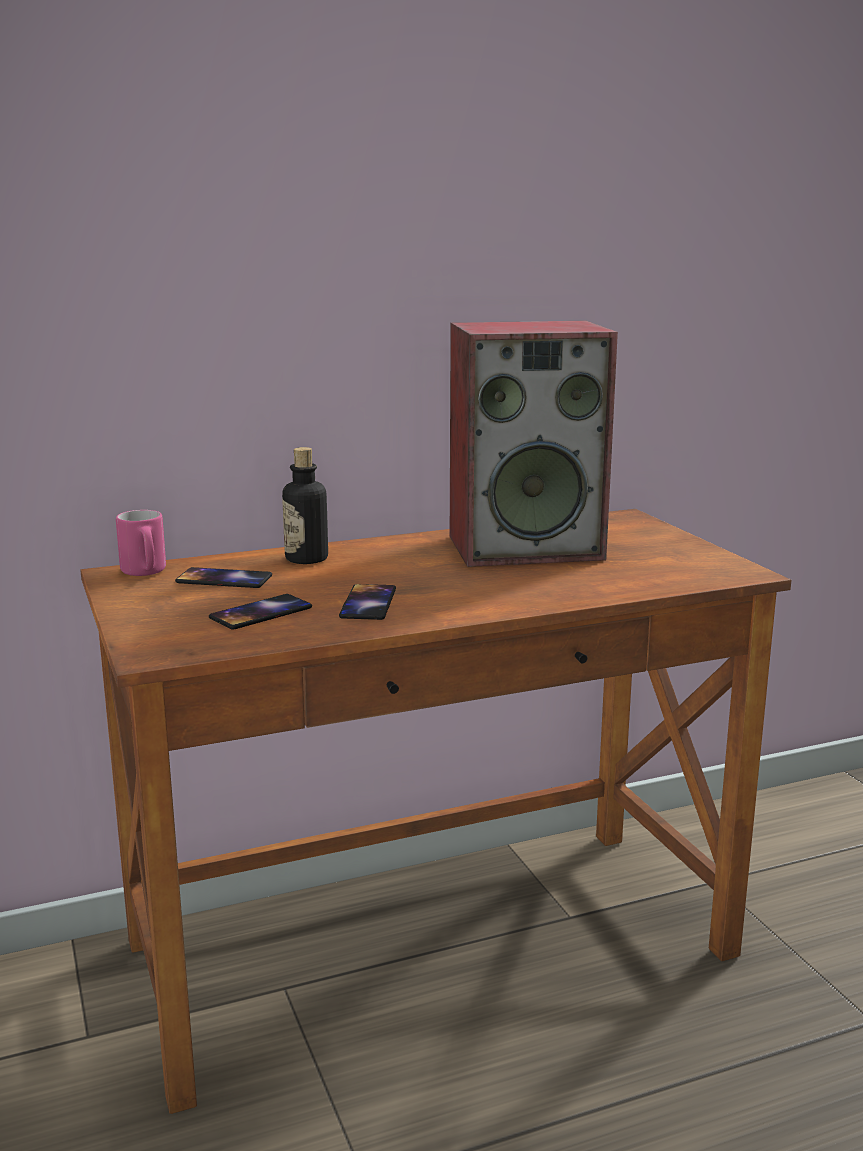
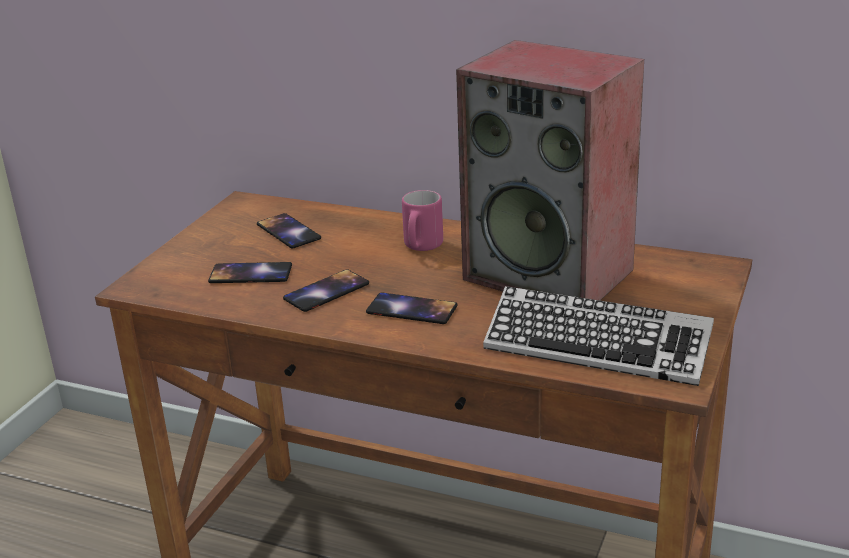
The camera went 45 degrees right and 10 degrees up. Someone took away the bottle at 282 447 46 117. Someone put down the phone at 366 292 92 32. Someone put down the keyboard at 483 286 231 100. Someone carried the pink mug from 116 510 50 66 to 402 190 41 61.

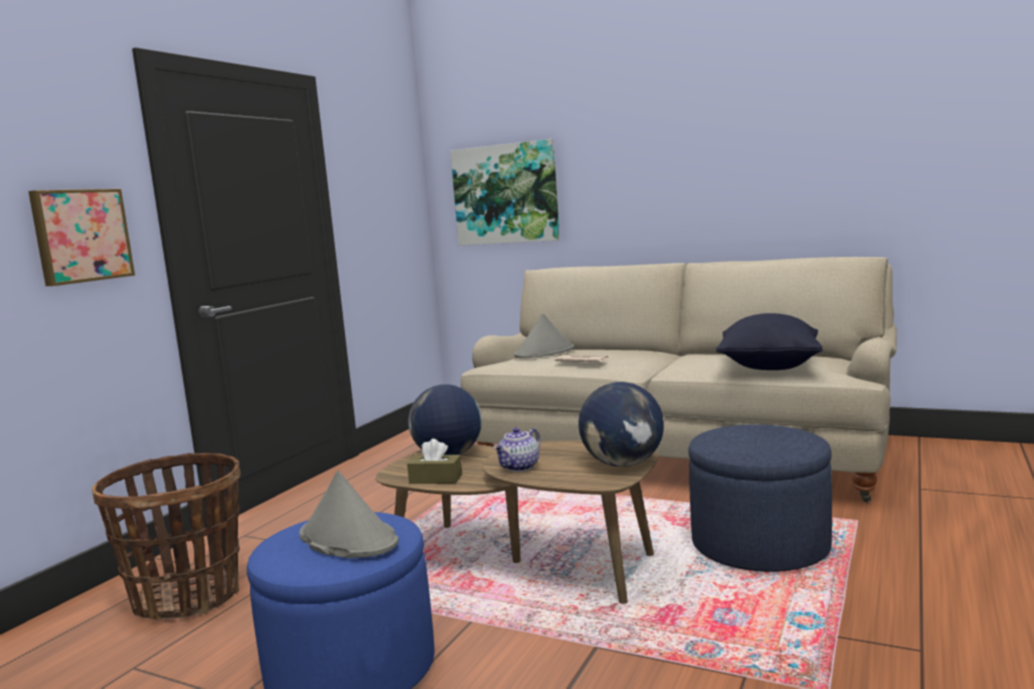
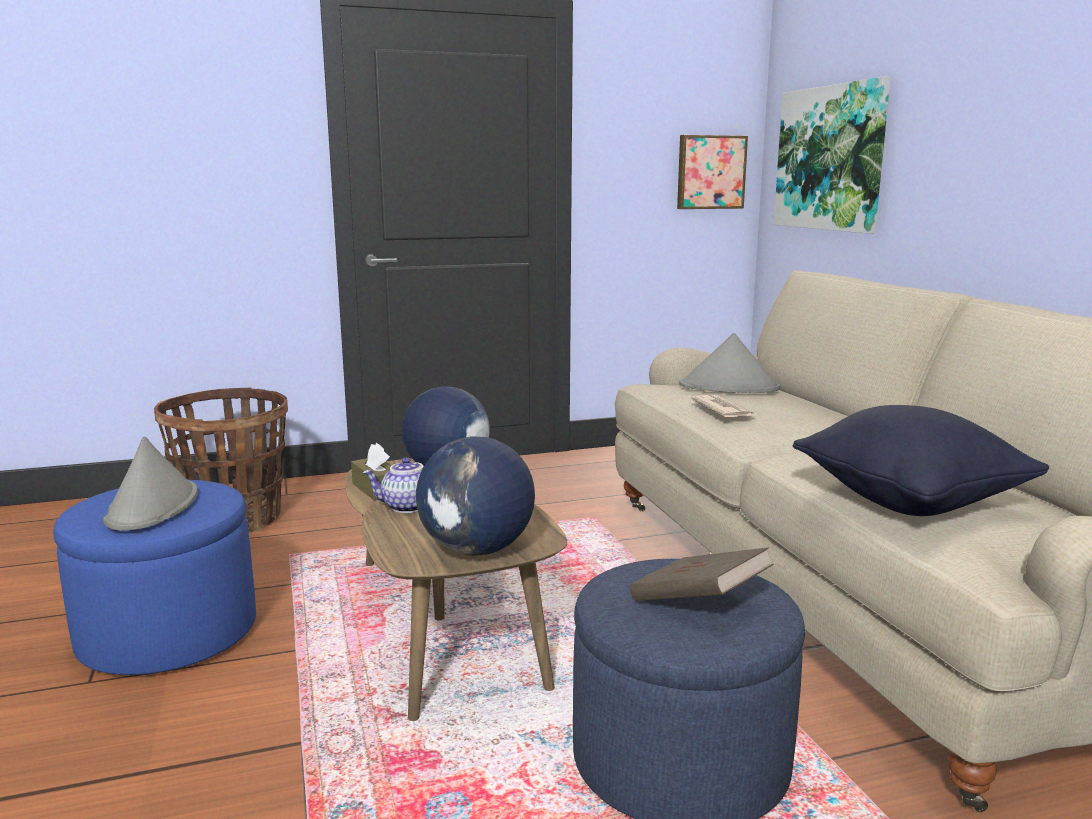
The camera went 45 degrees right and 5 degrees up. Someone put down the brown book at 630 547 144 54. Someone carried the picture from 28 189 107 97 to 677 135 71 74.

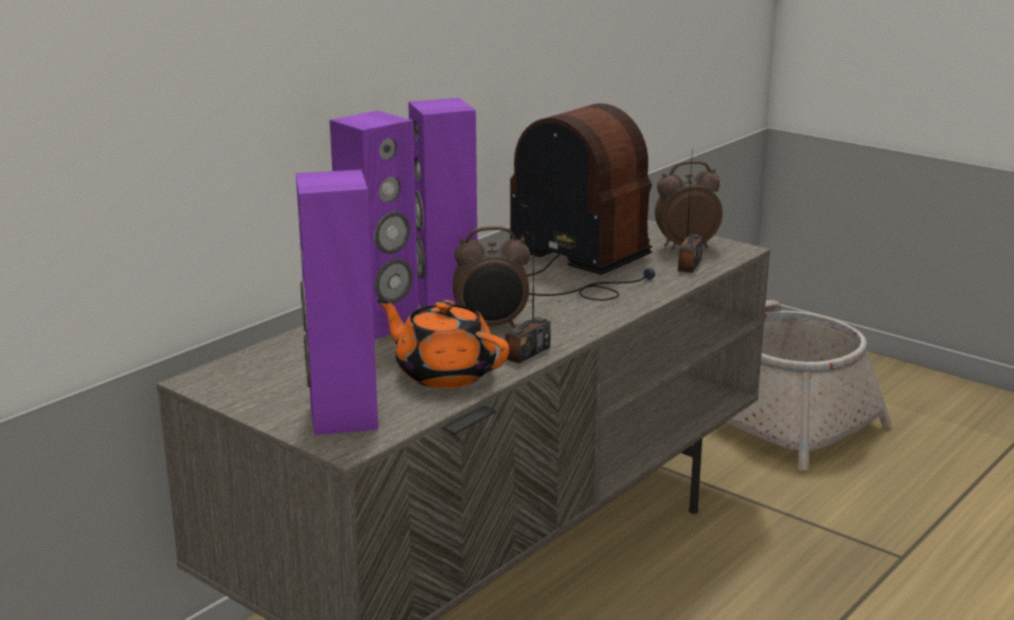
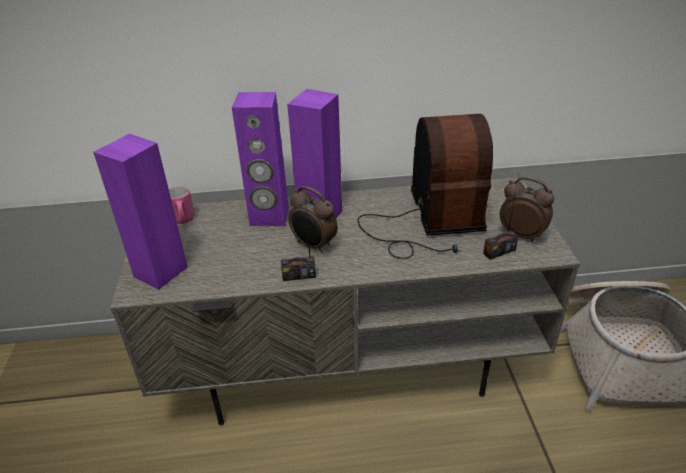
The camera went 45 degrees right and 15 degrees up. Someone took away the orange teapot at 377 300 133 88. Someone put down the pink mug at 169 186 26 38.

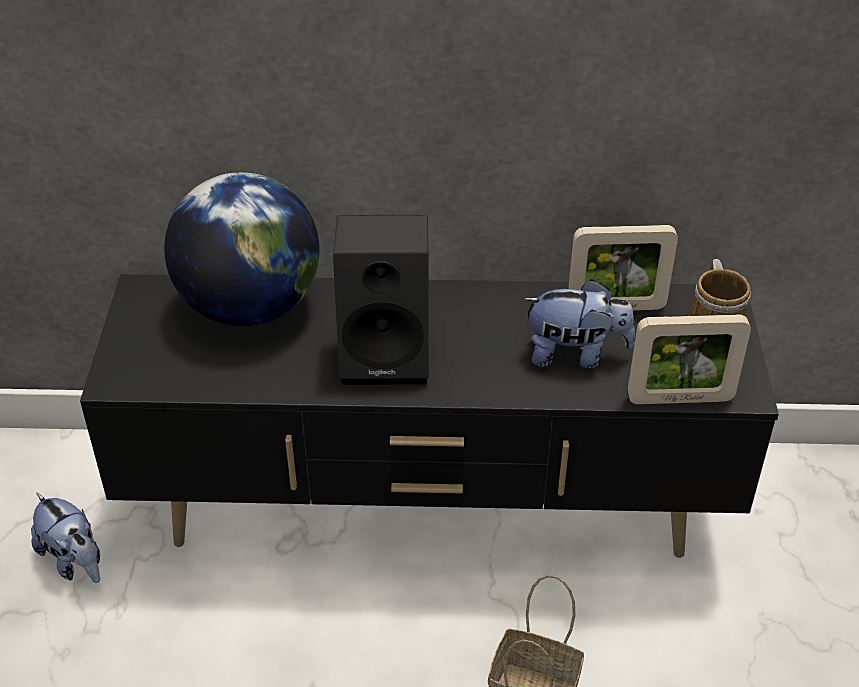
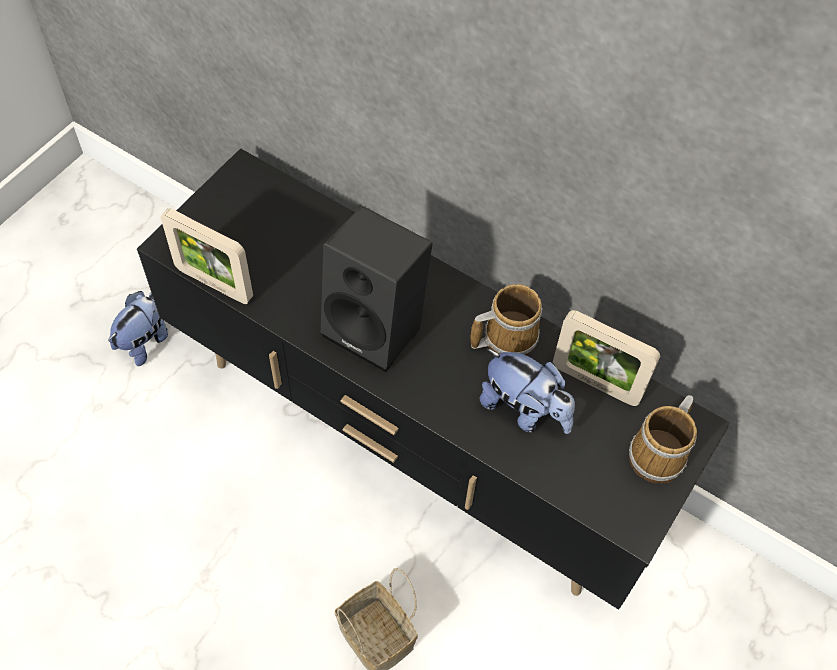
The camera went 30 degrees right and 15 degrees up. Someone took away the globe at 164 172 156 154. Someone put down the mug at 471 284 72 72. Someone carried the picture frame from 628 314 123 90 to 161 208 92 96. Someone rotated the plush toy at 31 492 69 91 by 135 degrees counterclockwise.

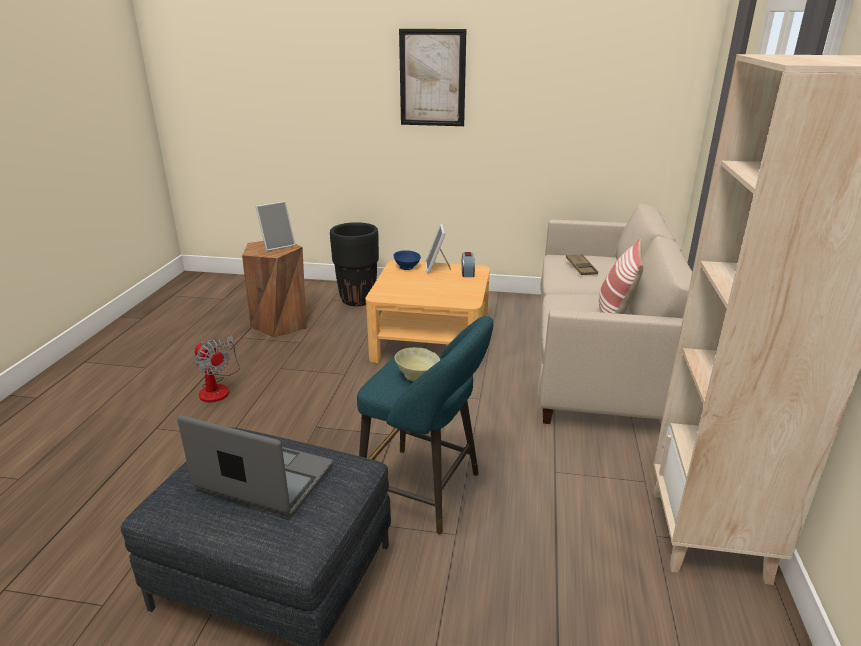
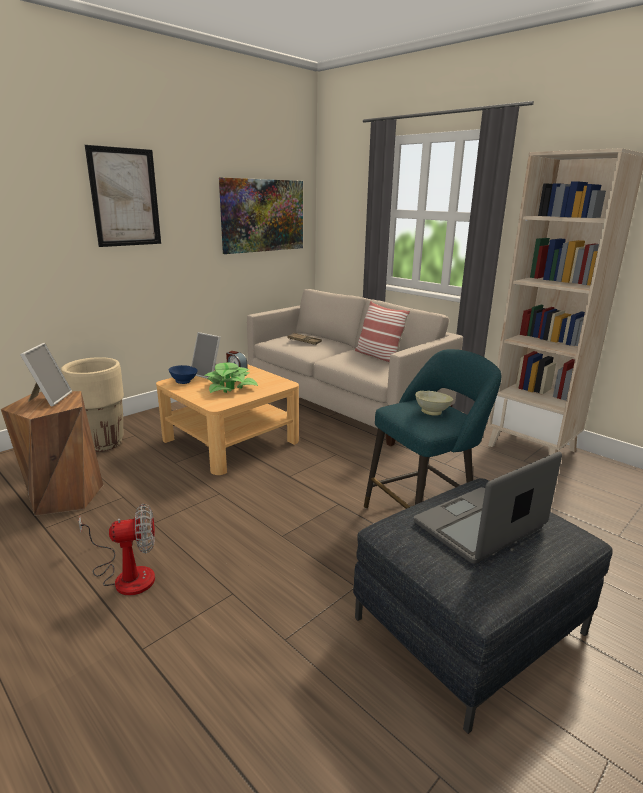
The camera went 55 degrees left and 5 degrees down. Someone put down the potted plant at 204 362 54 31. Someone put up the picture at 219 177 84 77. Someone repainted the black planter at 330 222 49 84, which became the beige planter at 61 357 63 95.

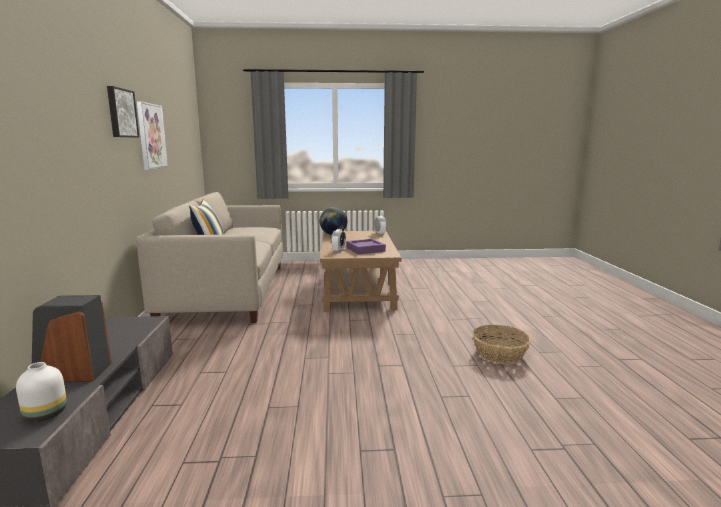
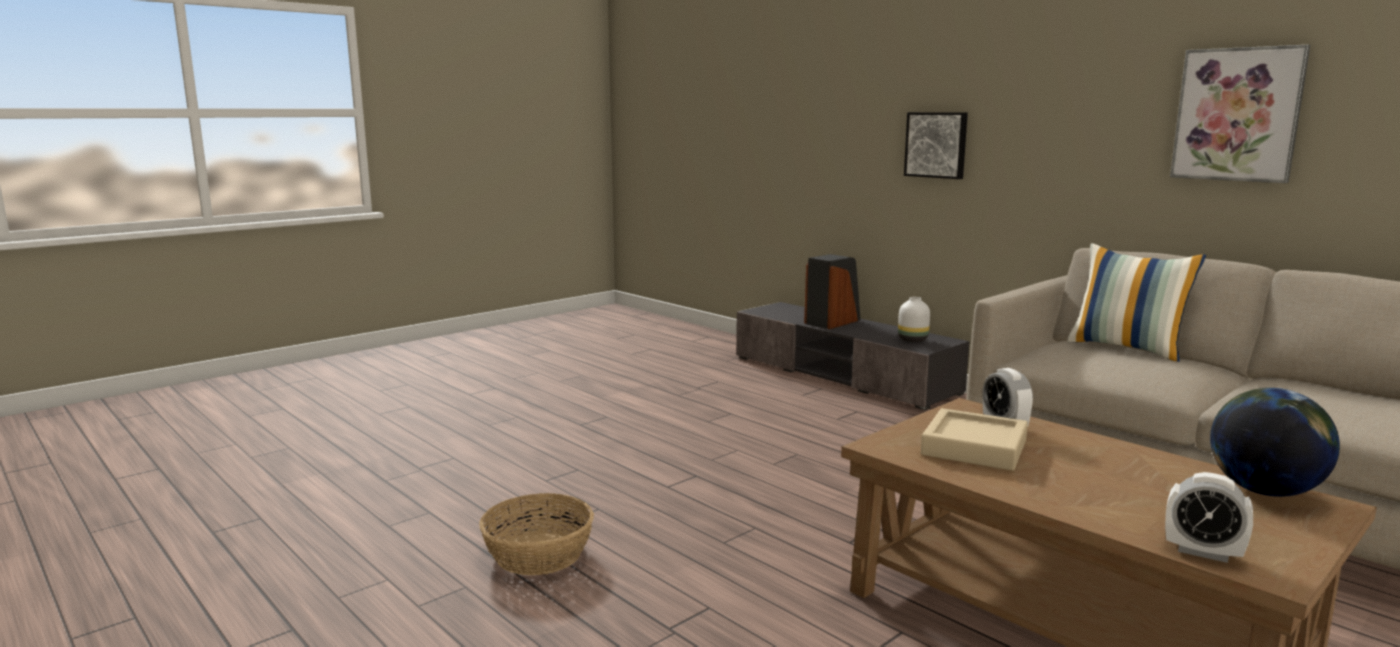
The camera went 140 degrees right and 0 degrees up. Someone carried the white vase from 16 362 51 60 to 898 297 32 45. Someone carried the picture from 107 86 32 52 to 904 112 64 67. Someone repainted the purple tray at 347 239 39 15, which became the beige tray at 921 408 107 63.

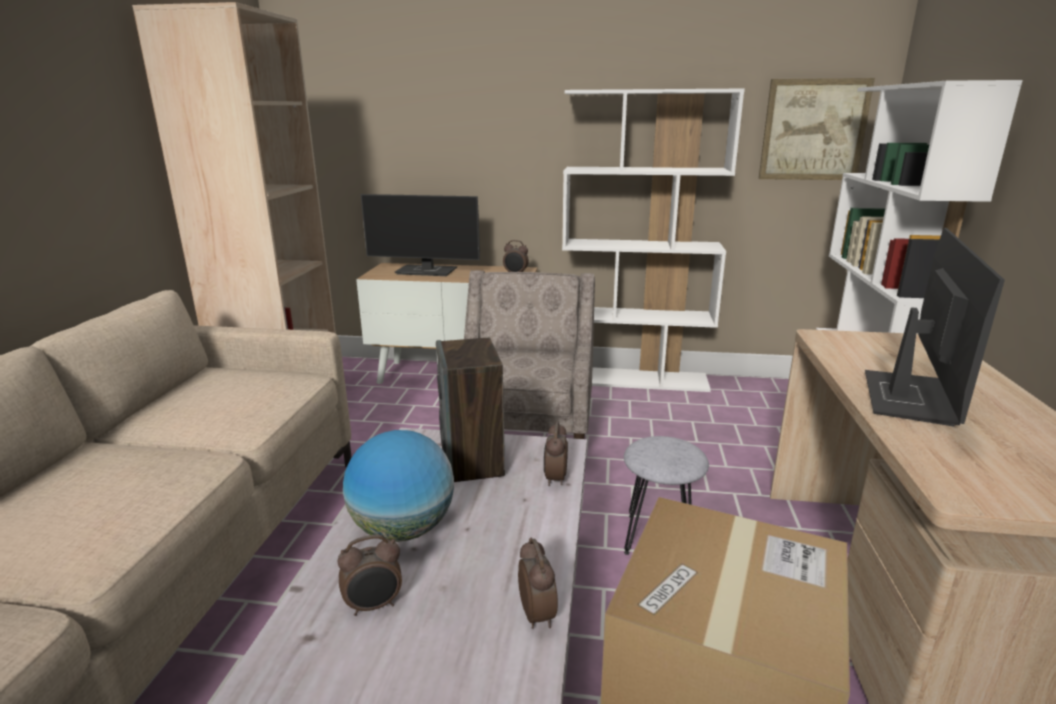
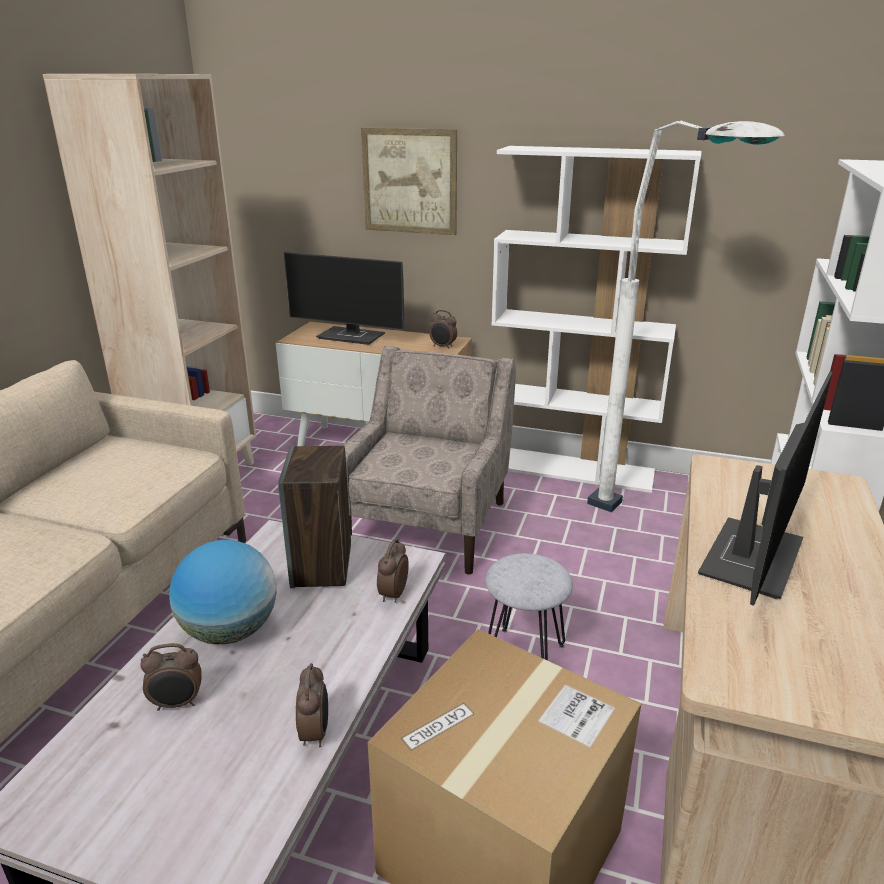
The camera went 10 degrees right and 5 degrees up. Someone put down the white floor lamp at 587 121 198 391. Someone carried the picture from 759 78 116 102 to 361 128 96 107.

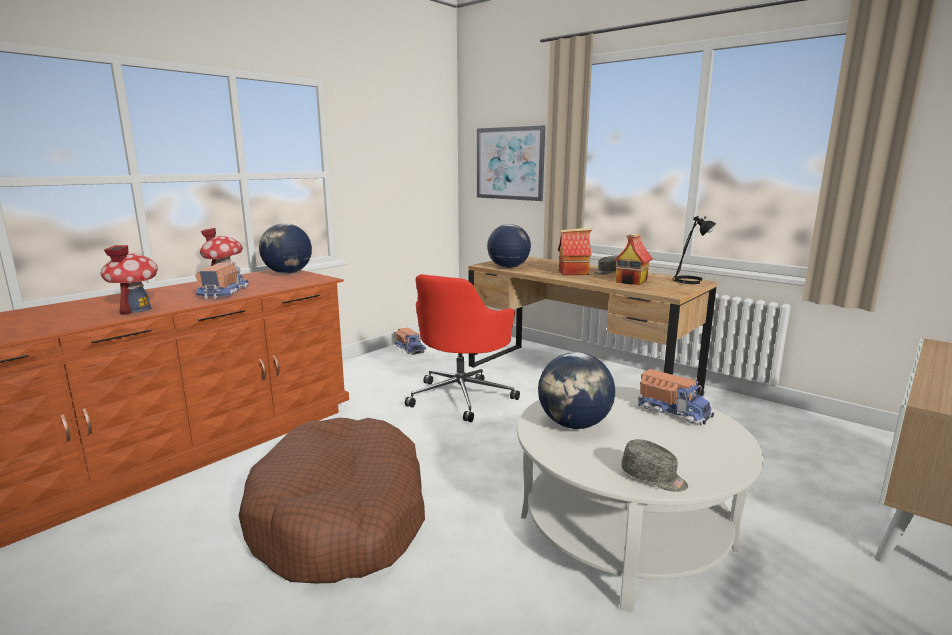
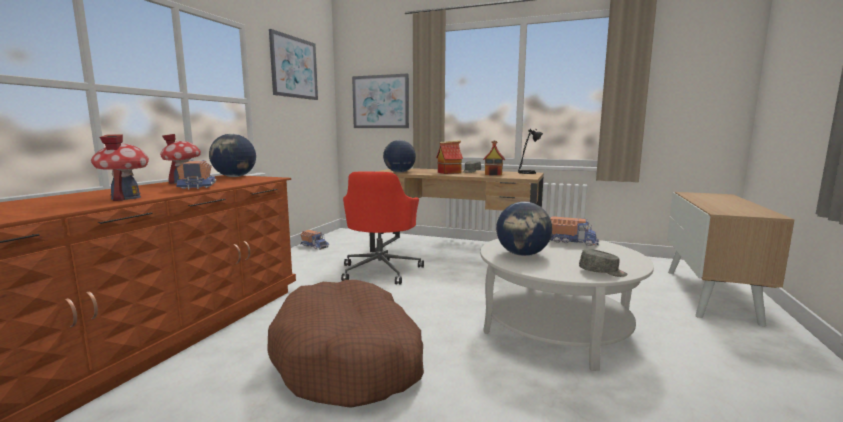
The camera went 20 degrees left and 5 degrees down. Someone put up the picture at 269 29 49 71.

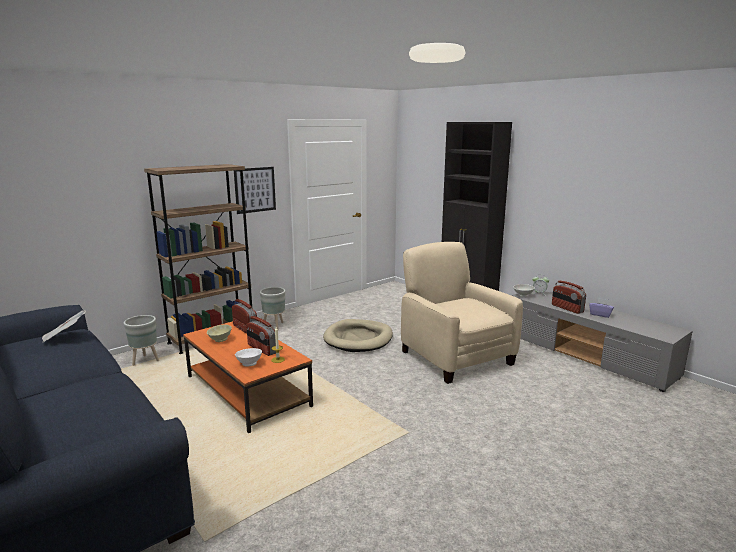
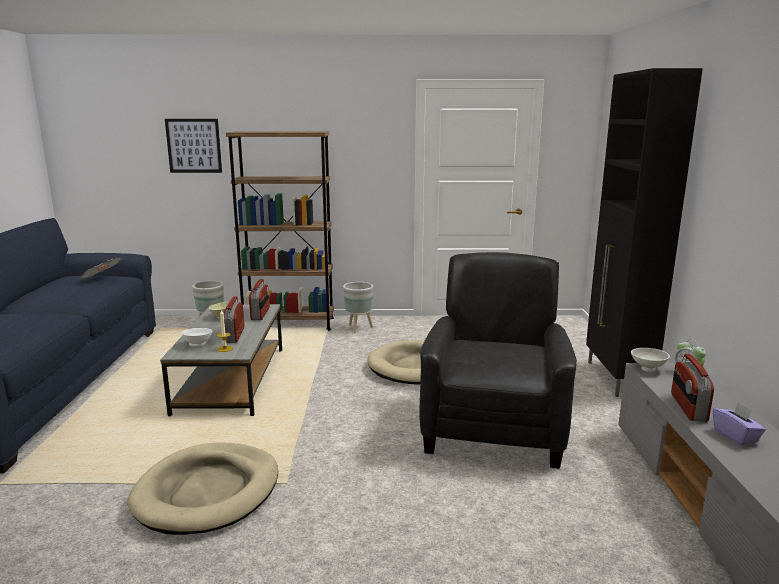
The camera went 40 degrees right and 0 degrees up. Someone put down the beige dog bed at 128 442 150 93. Someone carried the picture from 234 167 42 47 to 165 119 57 54. Someone repainted the orange coffee table at 183 321 130 112, which became the grey coffee table at 160 304 122 112. Someone repainted the beige armchair at 401 242 122 142, which became the black armchair at 420 252 157 217.

